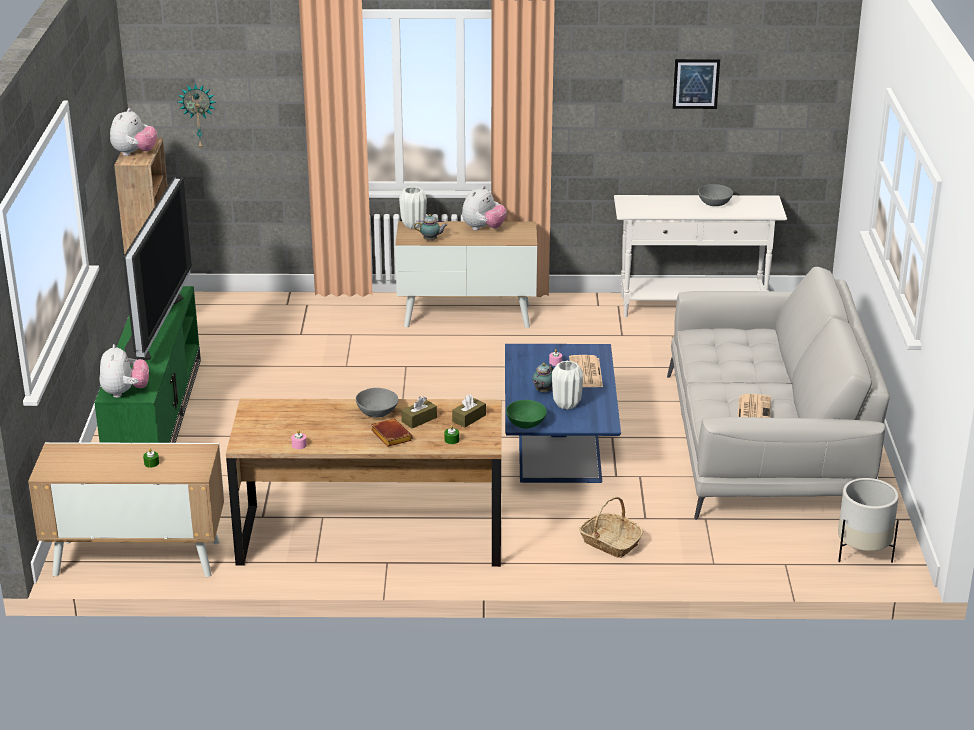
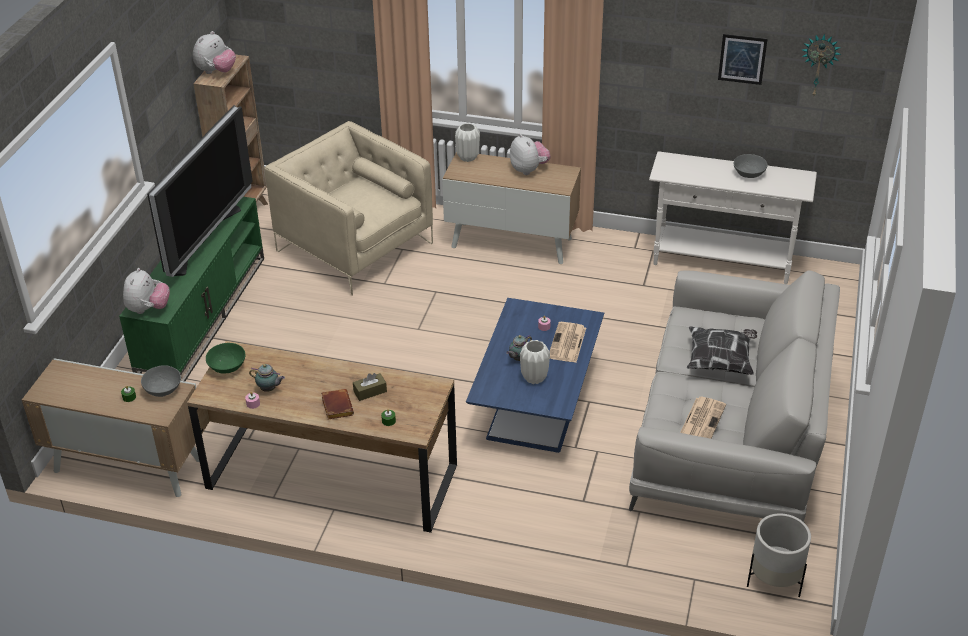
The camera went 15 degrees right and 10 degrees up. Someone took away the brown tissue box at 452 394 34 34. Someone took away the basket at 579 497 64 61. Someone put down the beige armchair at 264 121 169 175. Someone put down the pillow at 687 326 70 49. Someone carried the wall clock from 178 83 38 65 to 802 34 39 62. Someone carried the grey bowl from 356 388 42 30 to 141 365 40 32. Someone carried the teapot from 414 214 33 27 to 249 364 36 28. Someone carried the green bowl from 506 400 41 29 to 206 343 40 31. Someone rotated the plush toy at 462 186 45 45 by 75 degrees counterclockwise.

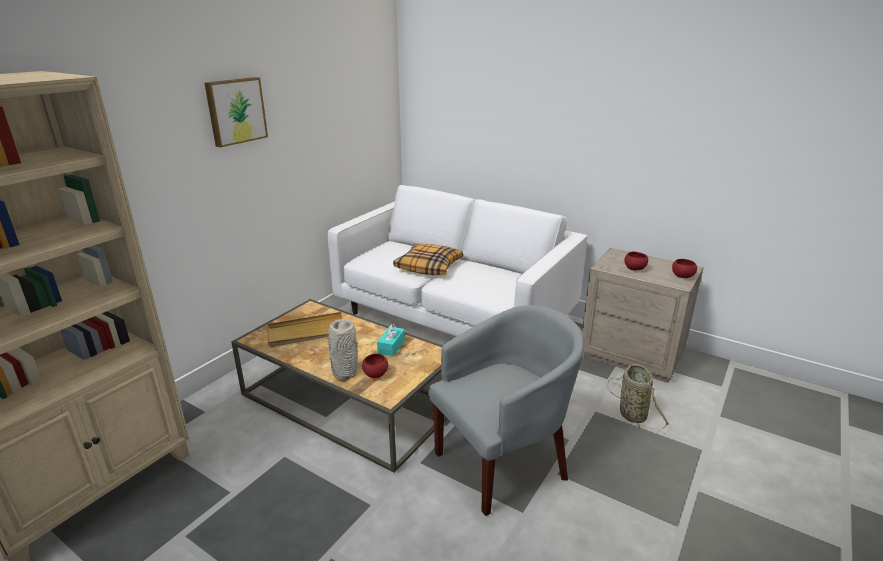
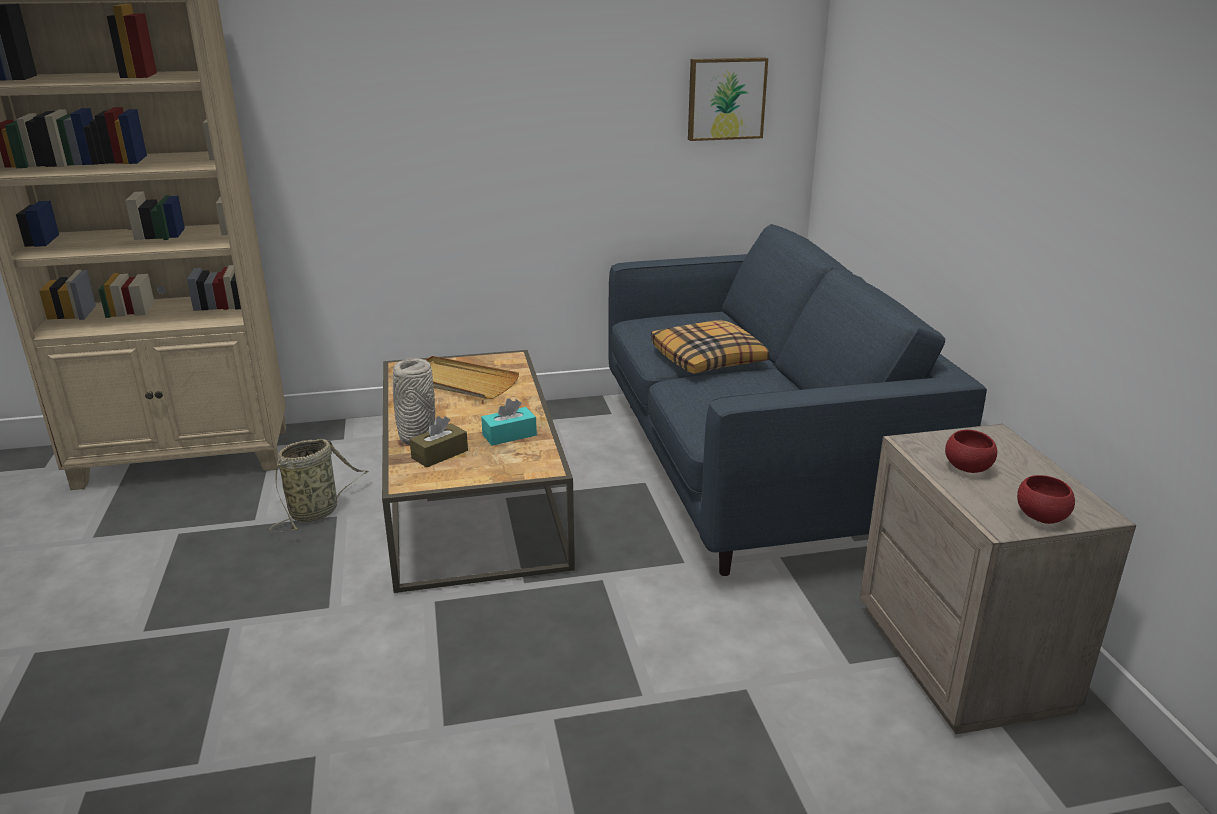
The camera went 45 degrees right and 0 degrees up. Someone took away the grey armchair at 428 305 156 211. Someone carried the picture from 205 77 63 70 to 688 57 80 84. Someone carried the basket from 607 364 62 71 to 269 439 100 93. Someone swapped the red bowl at 362 353 26 25 for the brown tissue box at 409 416 59 52. Someone repainted the white sofa at 328 185 260 151, which became the blue sofa at 608 224 379 352.

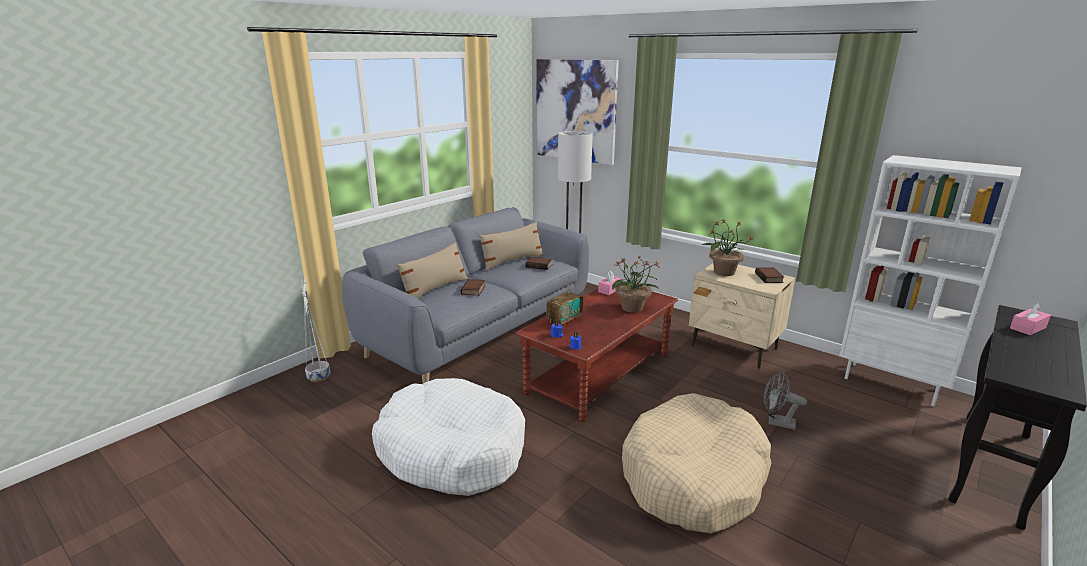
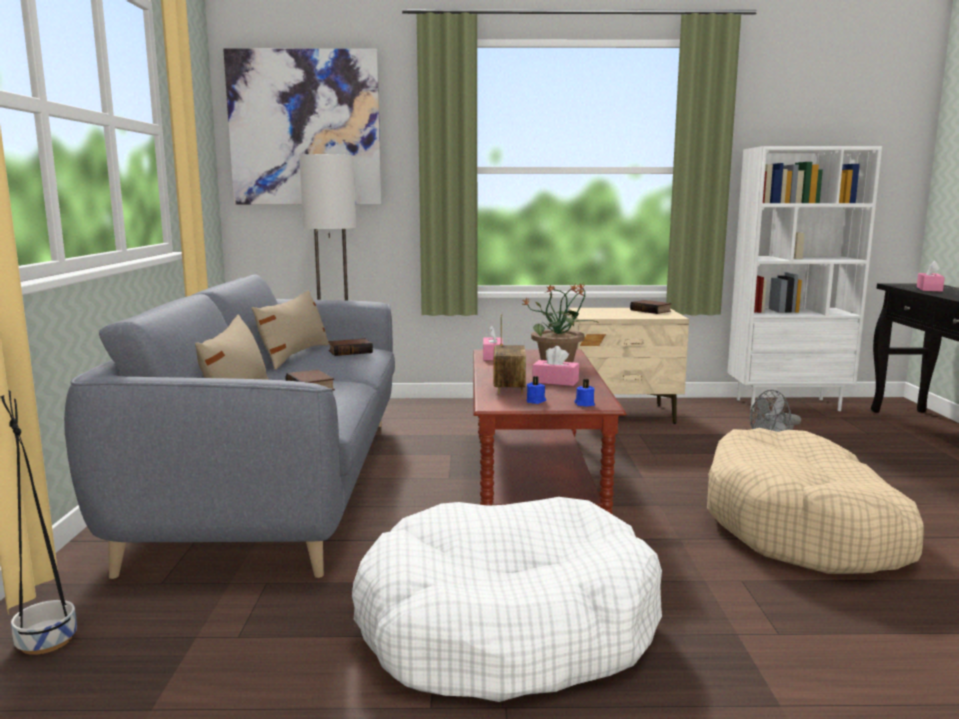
The camera went 40 degrees left and 10 degrees down. Someone took away the potted plant at 702 219 51 57. Someone put down the pink tissue box at 532 346 47 40. Someone repainted the white planter at 301 278 29 104, which became the black planter at 1 390 76 265.

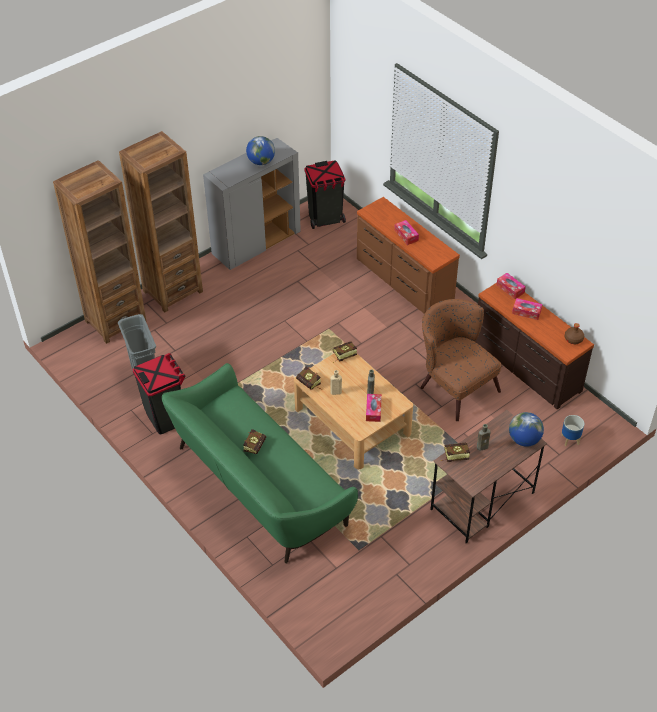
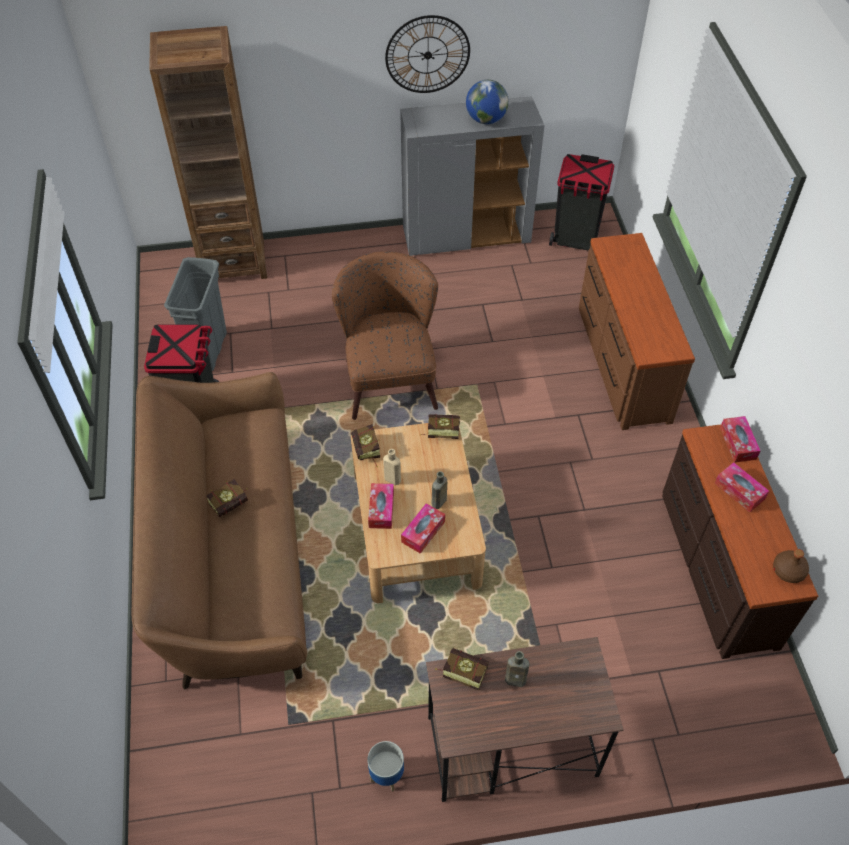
The camera went 30 degrees right and 5 degrees up. Someone took away the brown bookcase at 119 131 84 182. Someone took away the globe at 509 412 35 35. Someone put up the wall clock at 385 15 85 78. Someone carried the tissue box from 395 220 24 25 to 368 483 26 46. Someone carried the brown armchair from 420 299 82 122 to 332 251 106 169. Someone carried the planter from 561 415 23 31 to 367 741 37 51. Someone repainted the green sofa at 162 363 196 200, which became the brown sofa at 132 372 175 317.

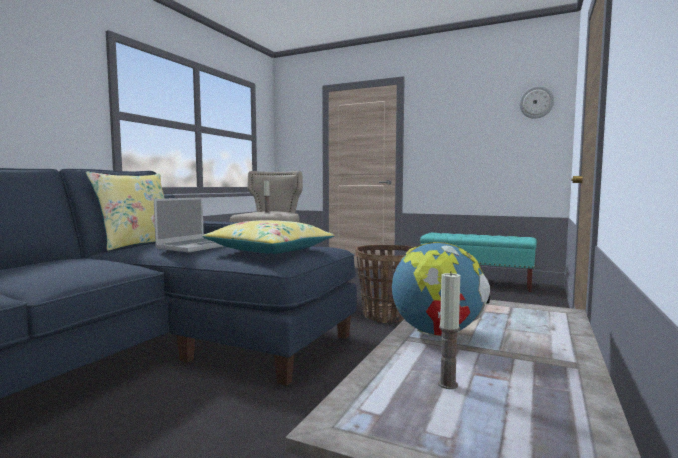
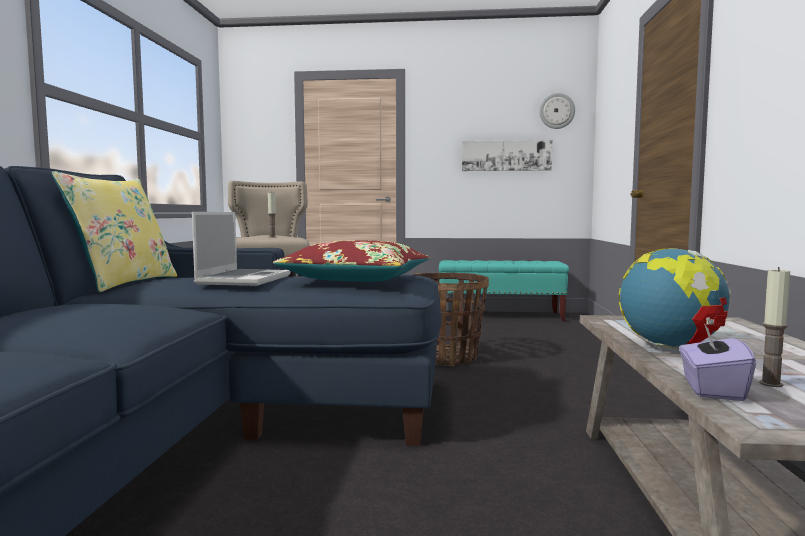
The camera went 20 degrees left and 0 degrees up. Someone put up the picture at 462 140 90 31. Someone put down the purple tissue box at 679 324 77 77. Someone repainted the yellow pillow at 202 220 133 34, which became the red pillow at 273 240 157 42.

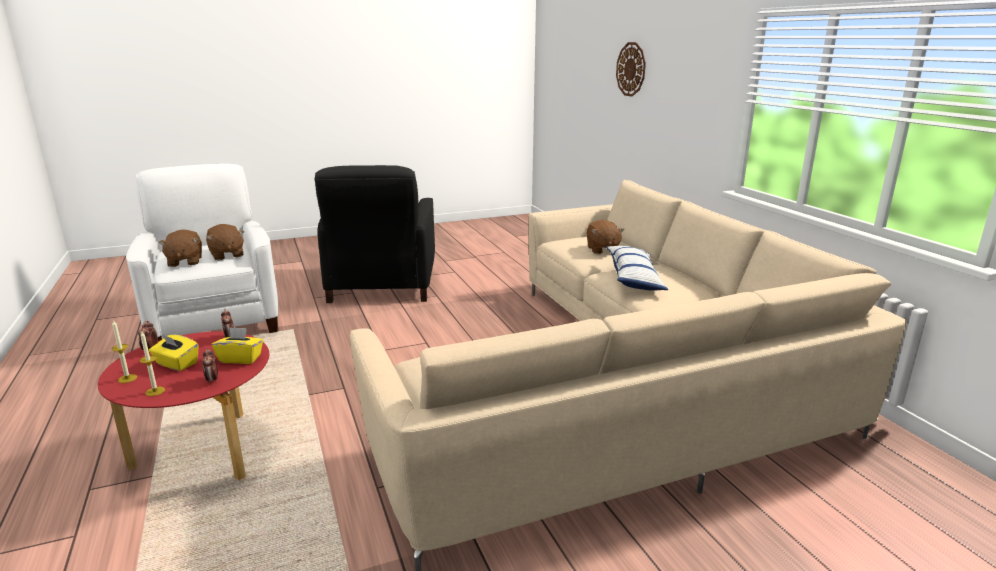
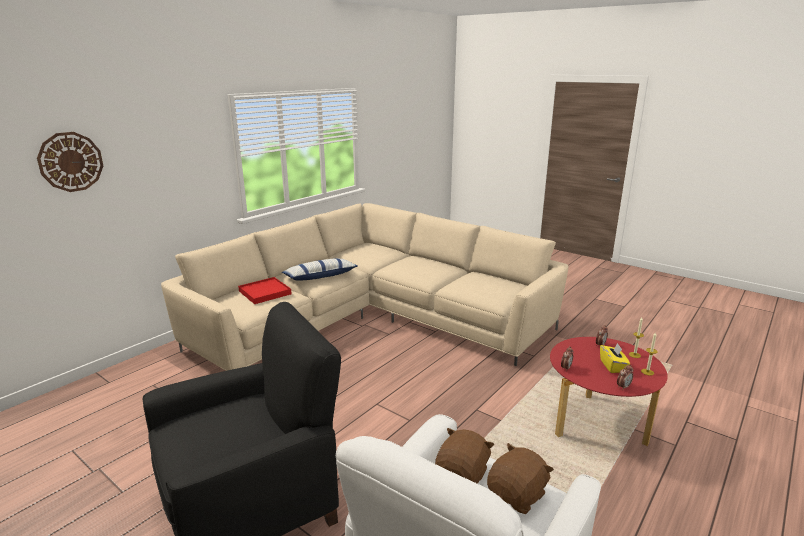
The camera went 120 degrees left and 0 degrees up. Someone took away the yellow tissue box at 212 327 51 37. Someone swapped the brown plush toy at 586 220 38 34 for the red tray at 238 277 54 27.

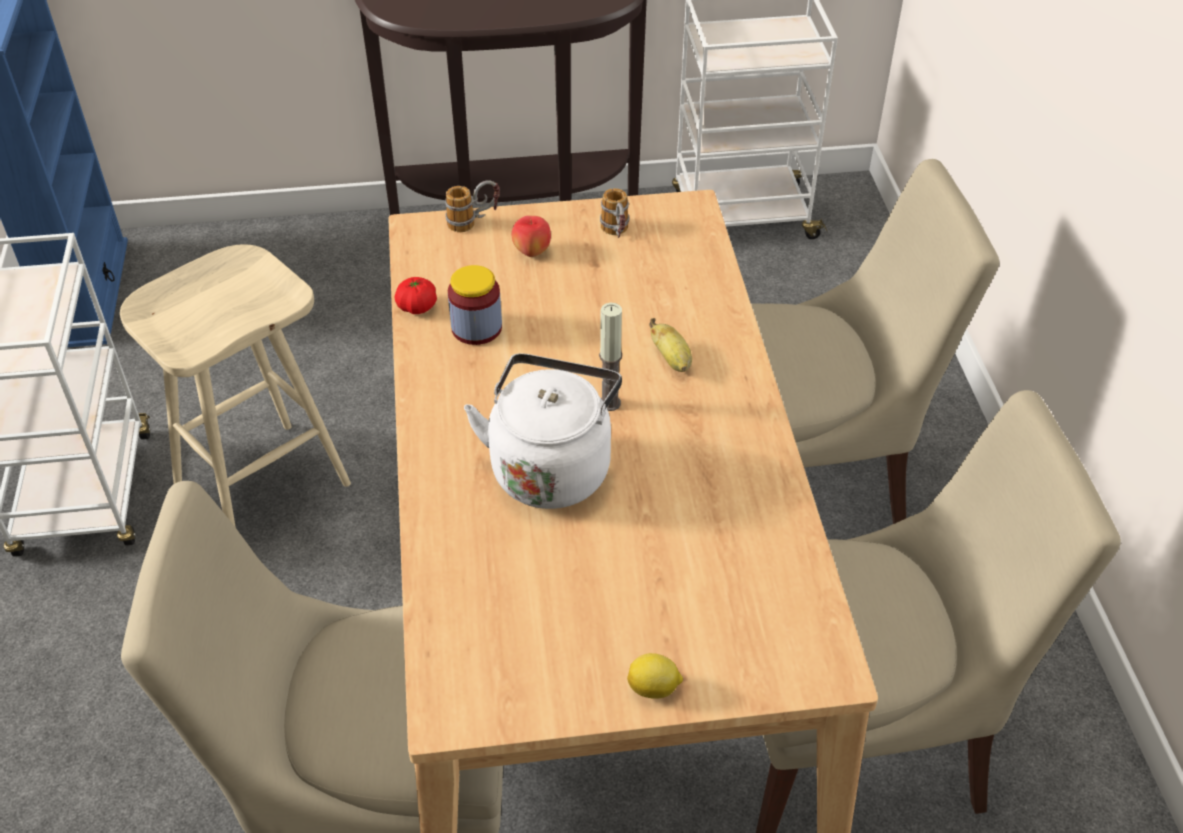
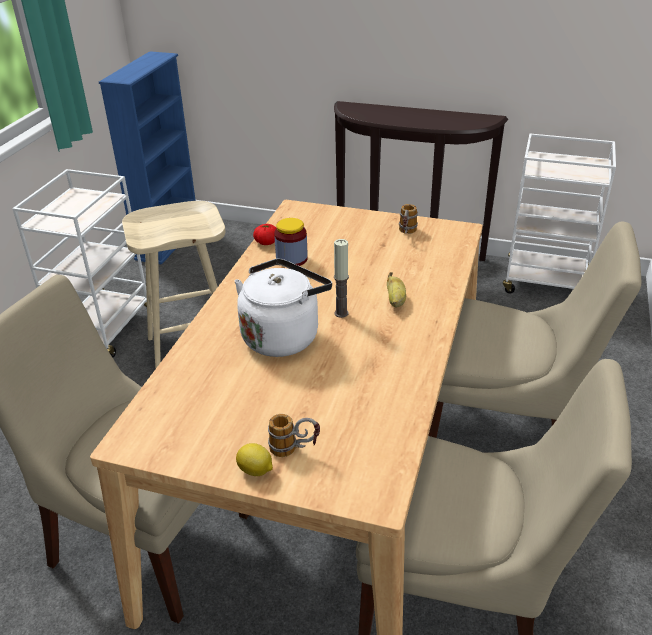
The camera went 25 degrees right and 10 degrees down. Someone took away the apple at 512 216 39 41. Someone carried the mug from 445 180 55 52 to 268 414 52 43.

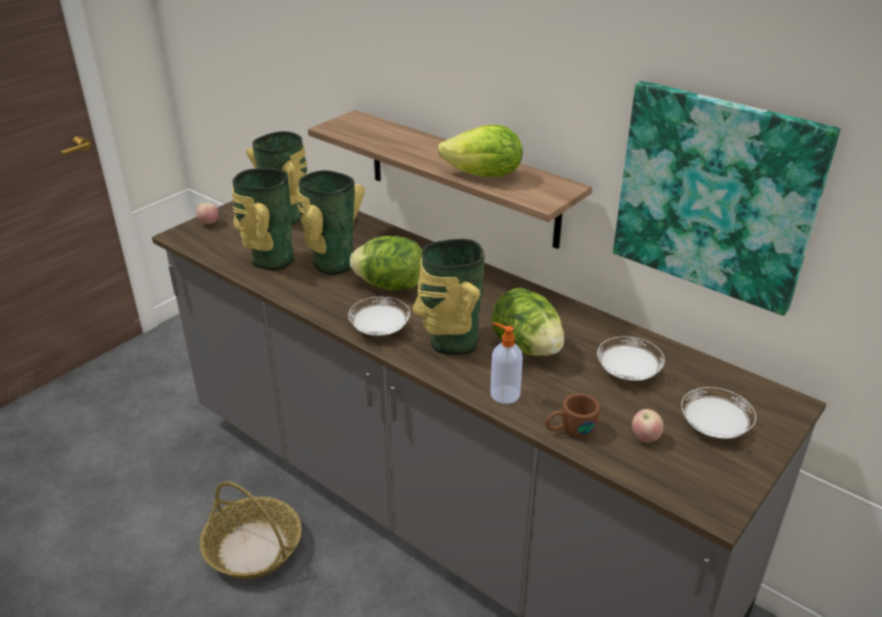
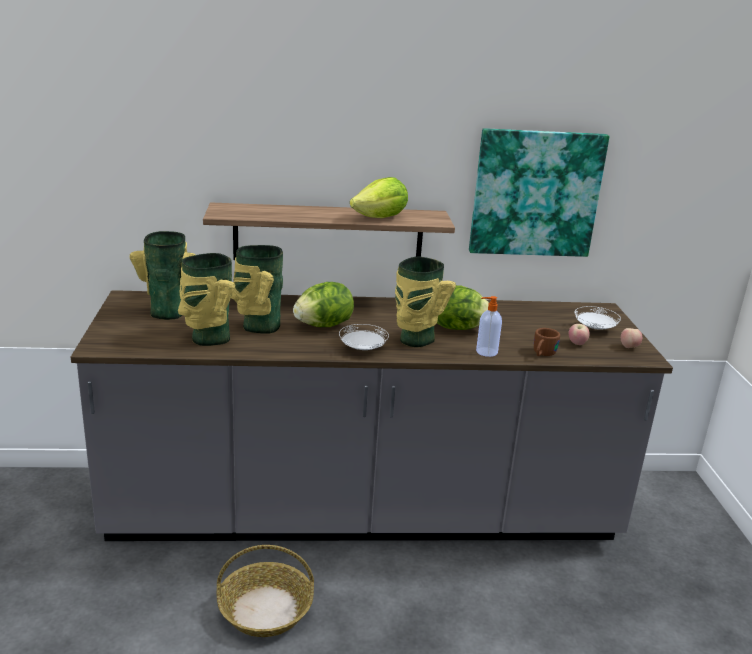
The camera went 45 degrees left and 10 degrees down. Someone took away the white plate at 597 336 68 45. Someone carried the apple from 196 203 22 21 to 621 328 21 20.

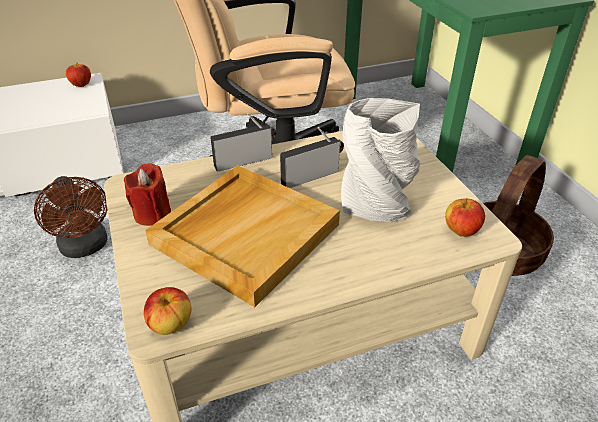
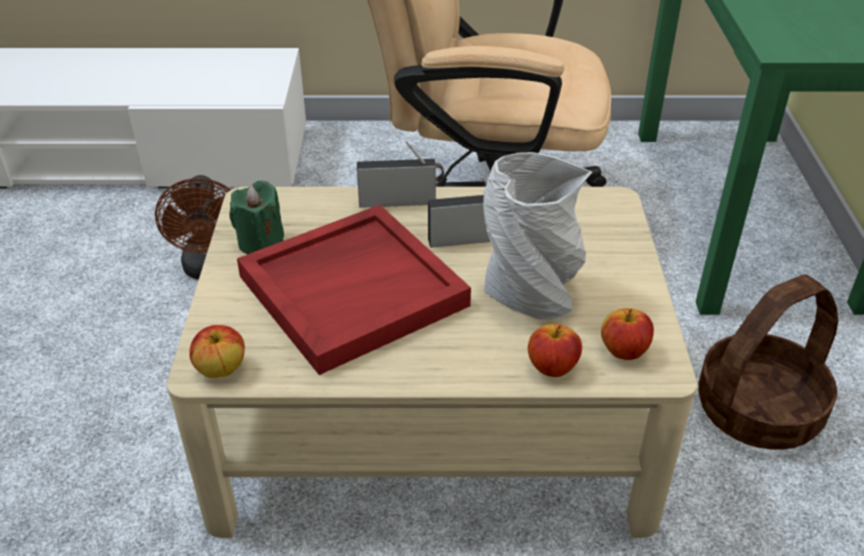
The camera went 20 degrees right and 0 degrees up. Someone carried the apple from 66 62 25 25 to 528 324 54 53. Someone repainted the red candle at 124 163 47 63, which became the green candle at 230 181 54 73. Someone repainted the beige tray at 145 165 195 142, which became the red tray at 237 205 234 170.

